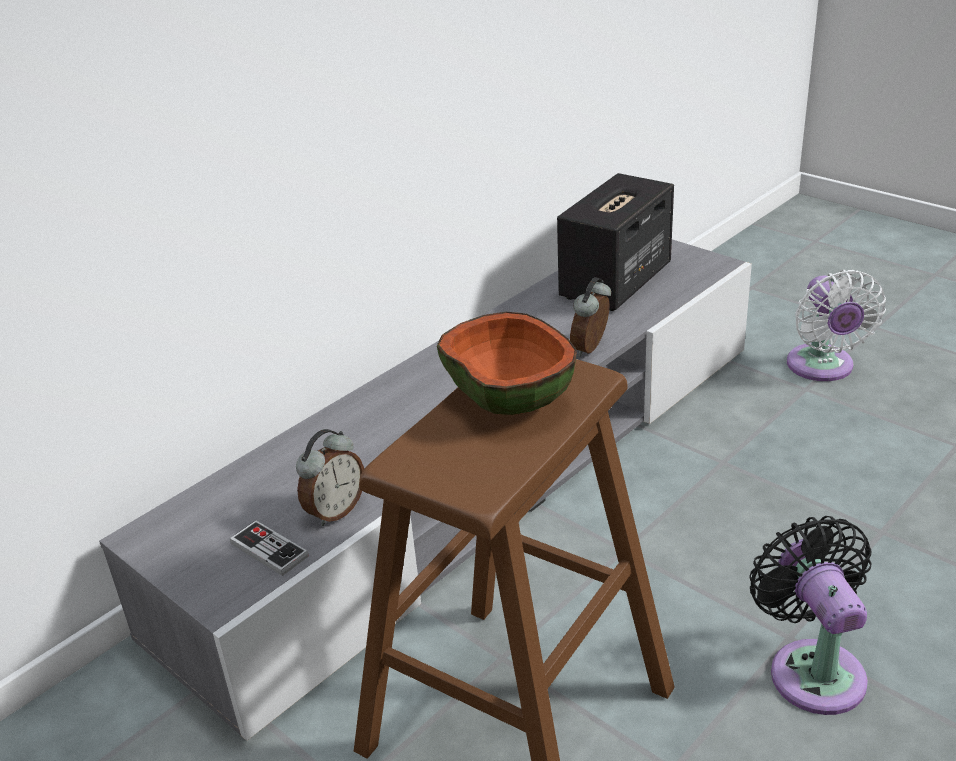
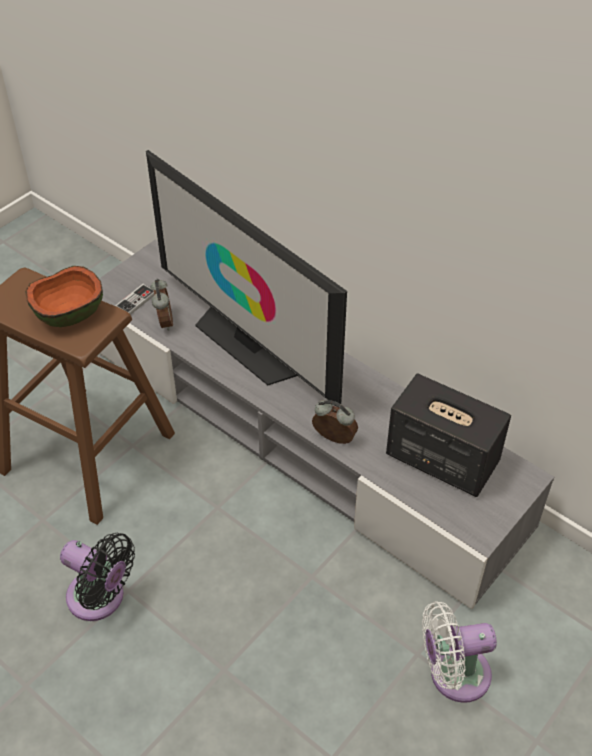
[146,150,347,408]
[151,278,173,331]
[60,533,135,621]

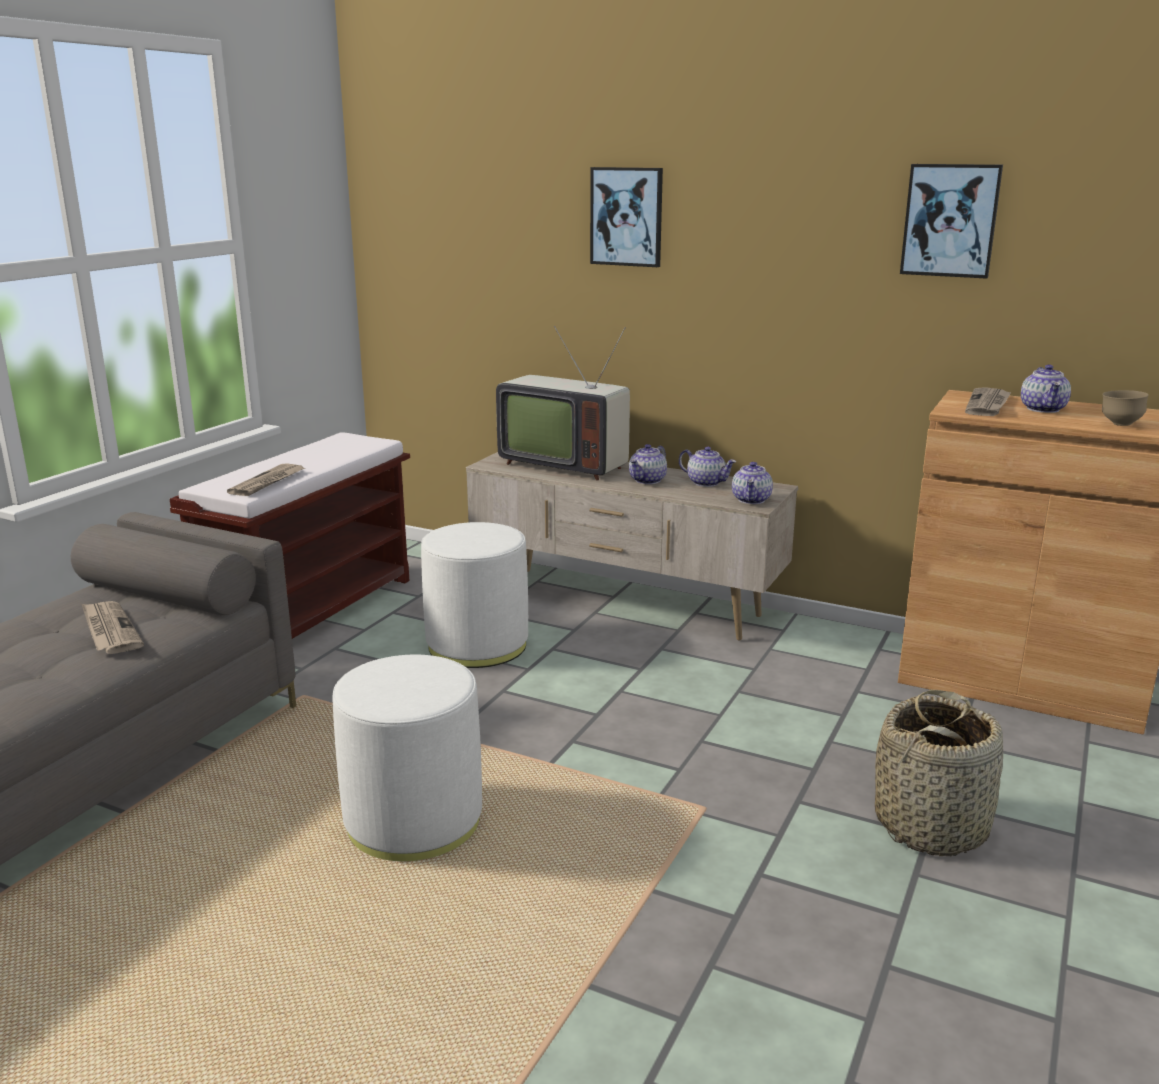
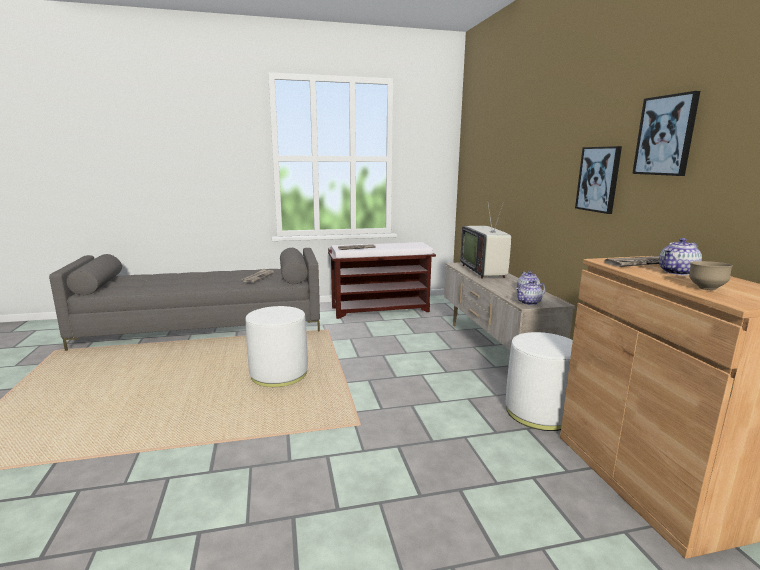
[629,444,667,484] (first image)
[875,690,1003,856] (first image)
[506,332,573,431]
[575,146,622,214]

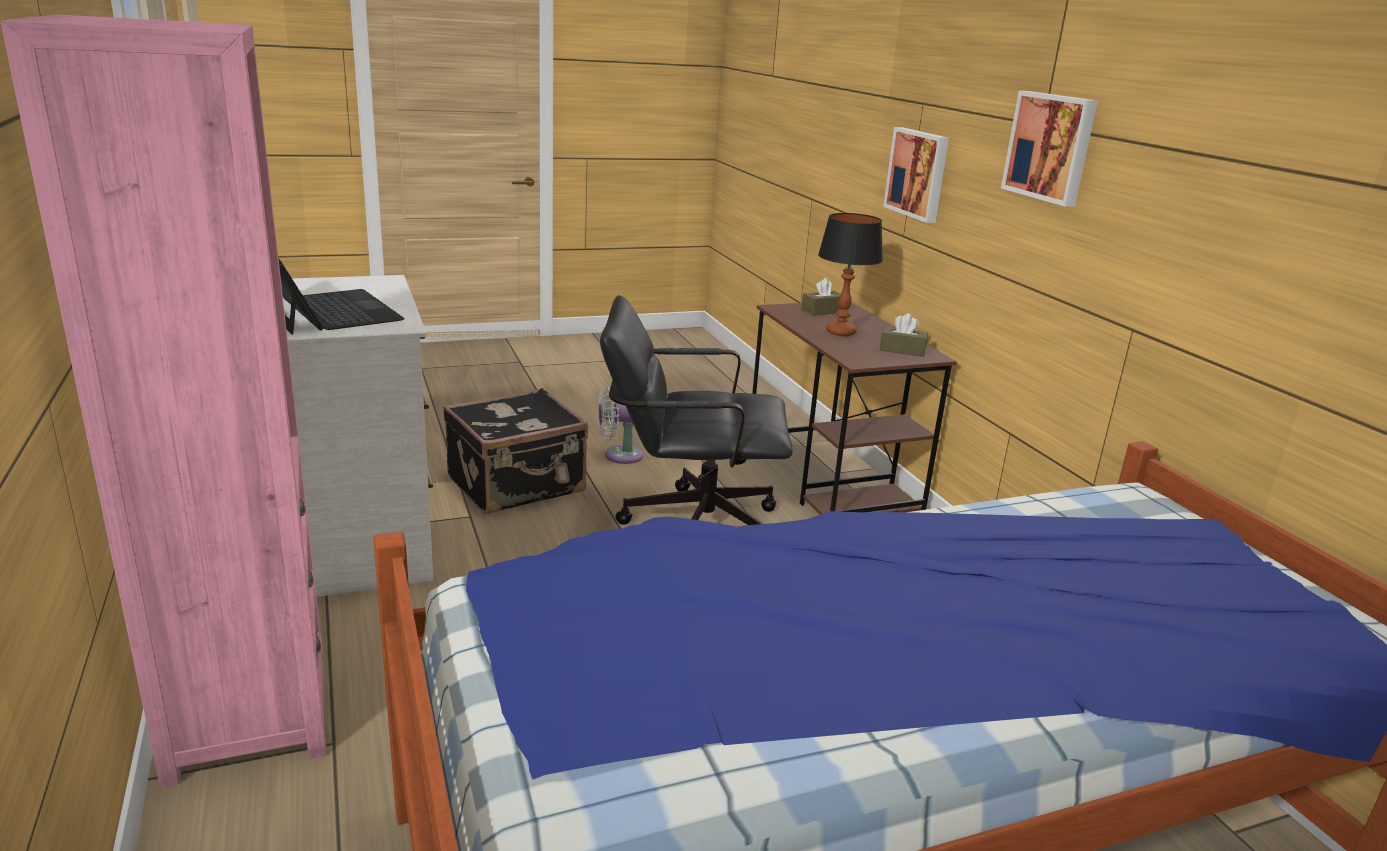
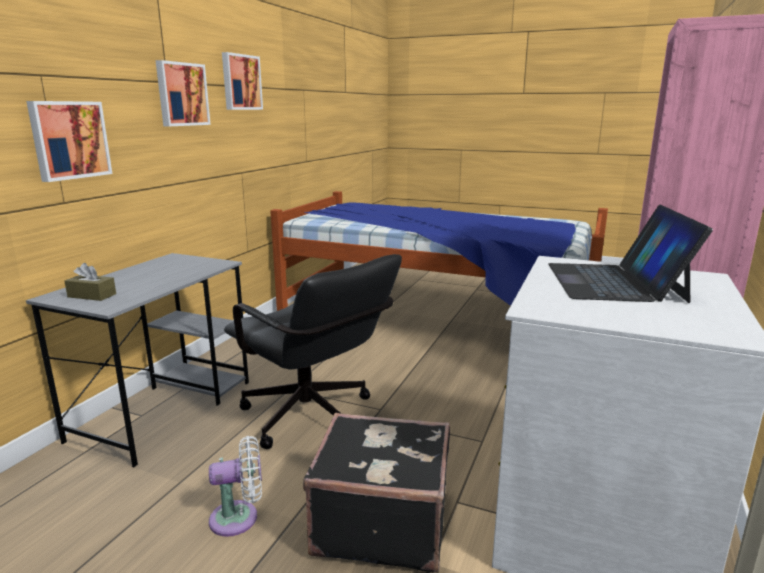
[818,213,883,336] (first image)
[880,314,928,357] (first image)
[222,52,263,110]
[26,253,249,467]
[209,436,262,537]

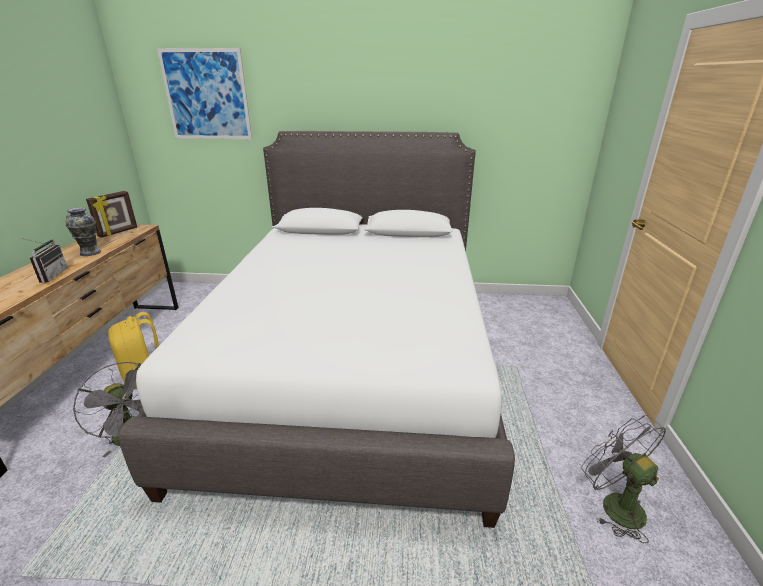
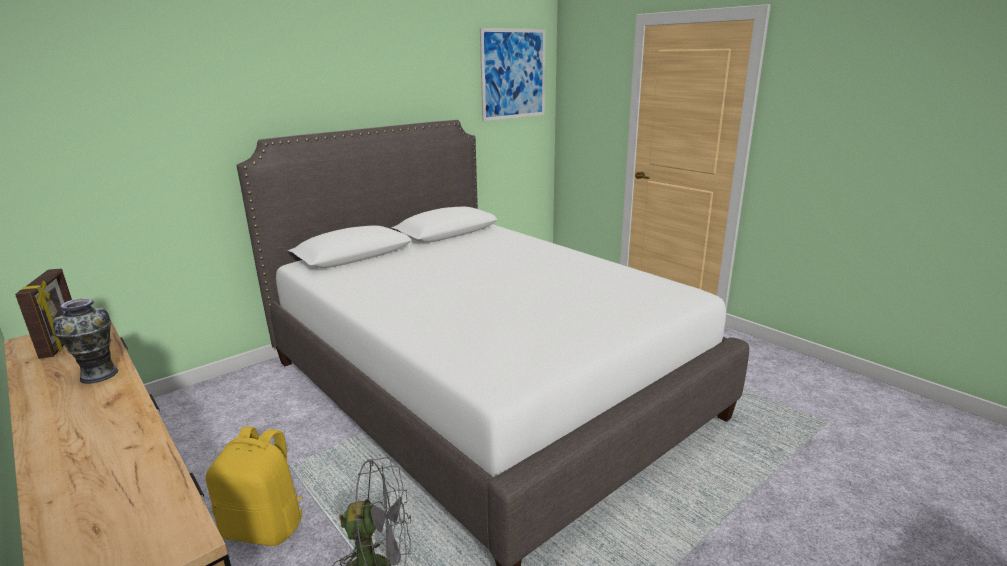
[21,238,68,283] (first image)
[581,415,667,543] (first image)
[480,28,545,121]

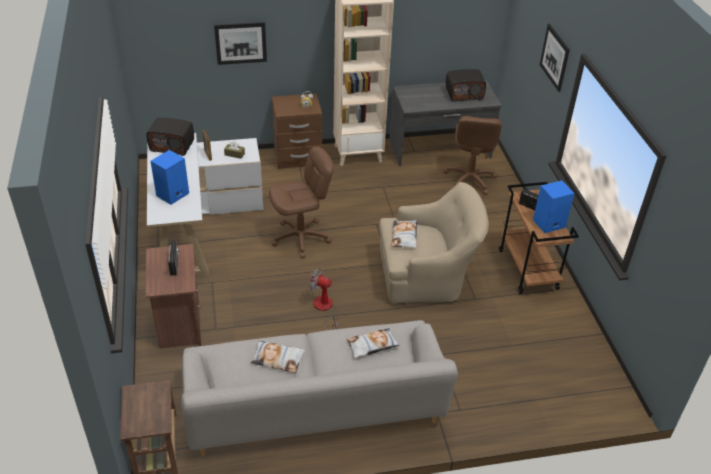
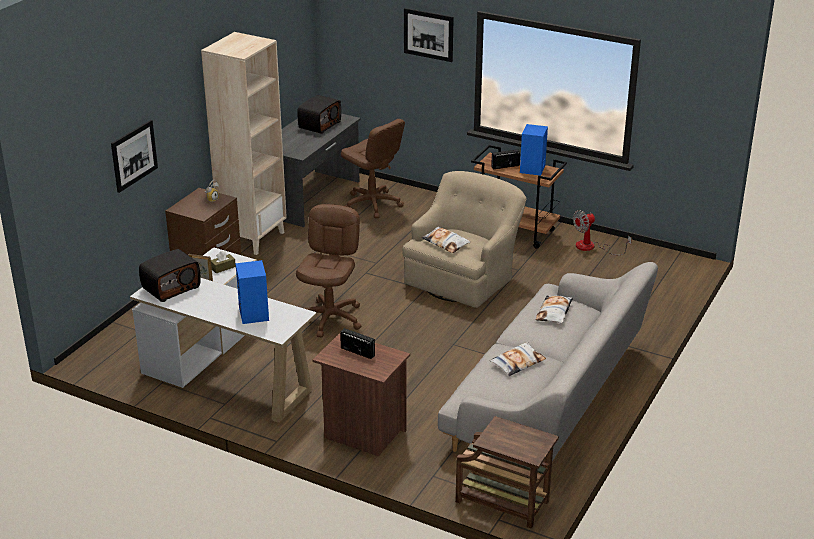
[573,210,632,255]

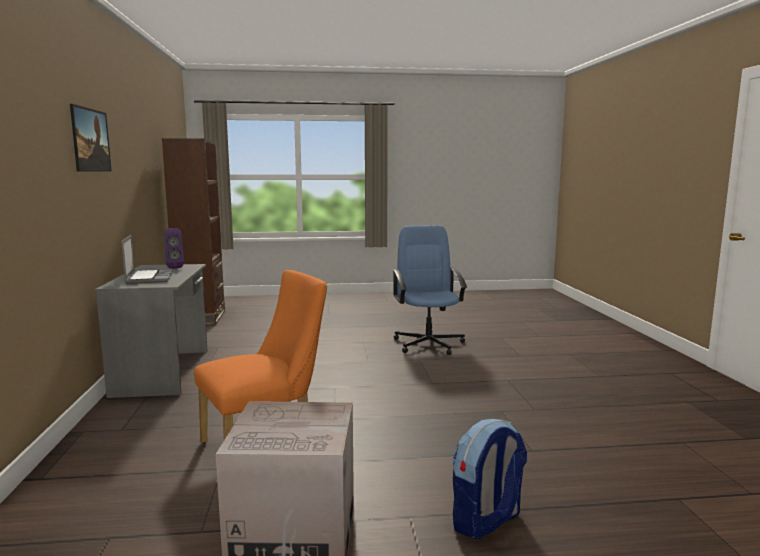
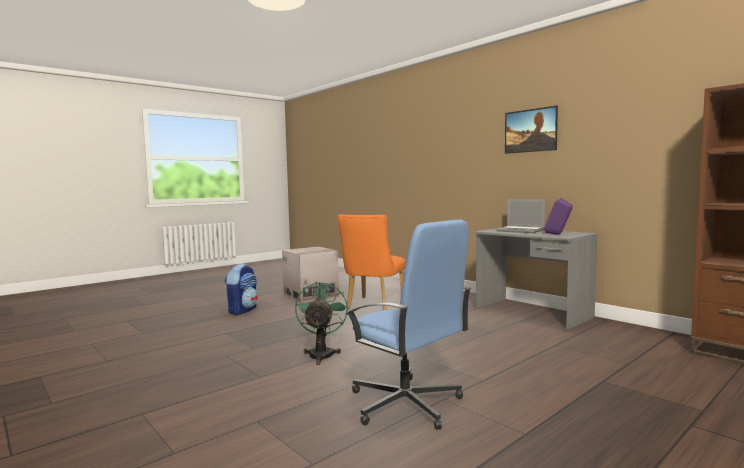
[295,282,348,365]

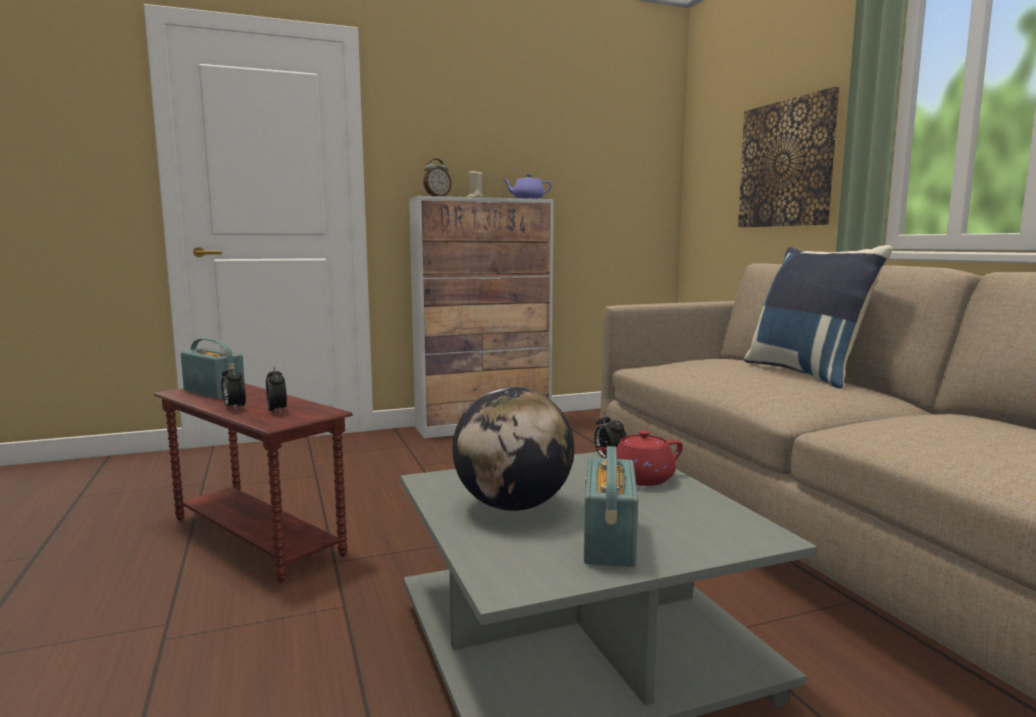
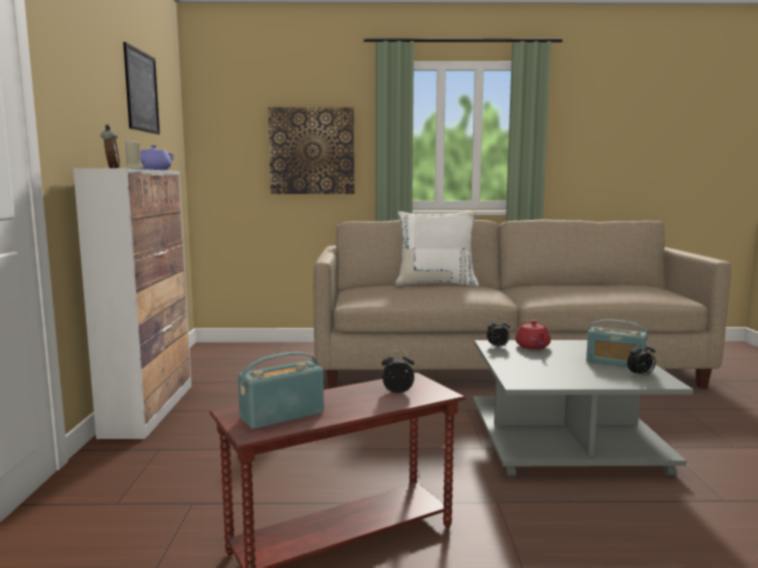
[452,387,574,511] (first image)
[123,42,160,135]
[627,342,656,377]
[395,210,479,286]

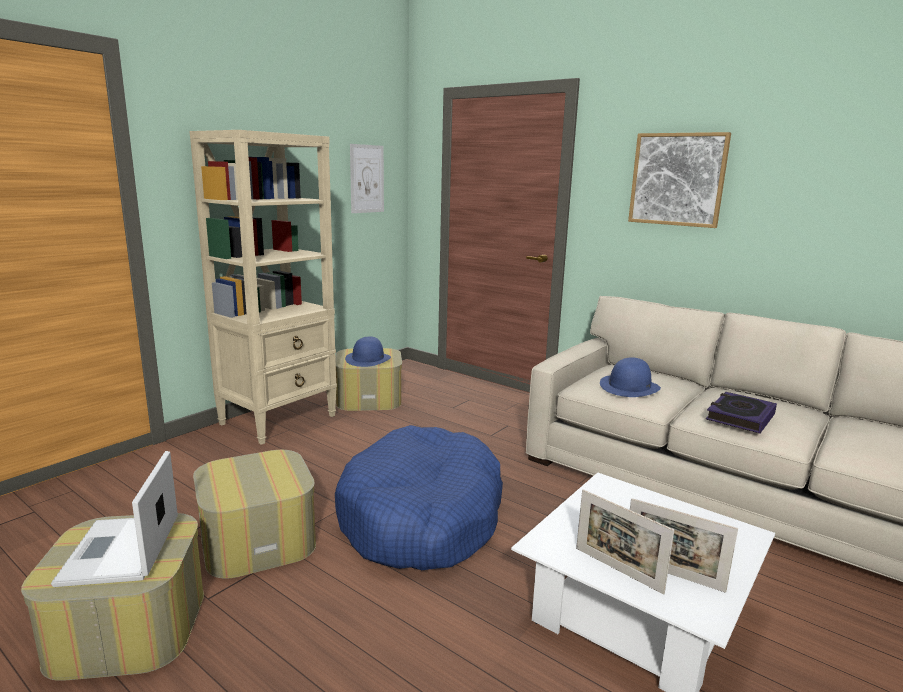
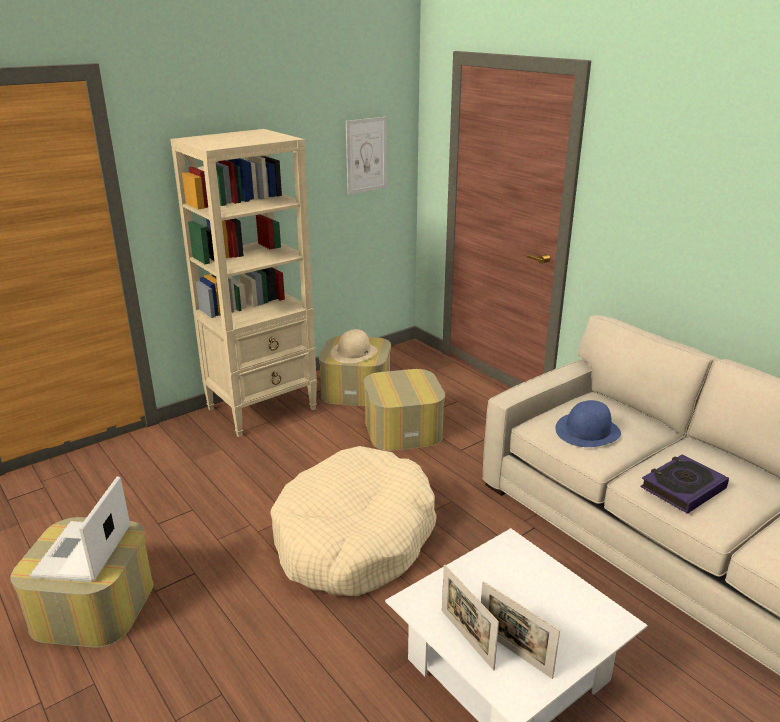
[628,132,731,228] (first image)
[364,369,445,451]
[270,446,437,596]
[331,329,378,363]

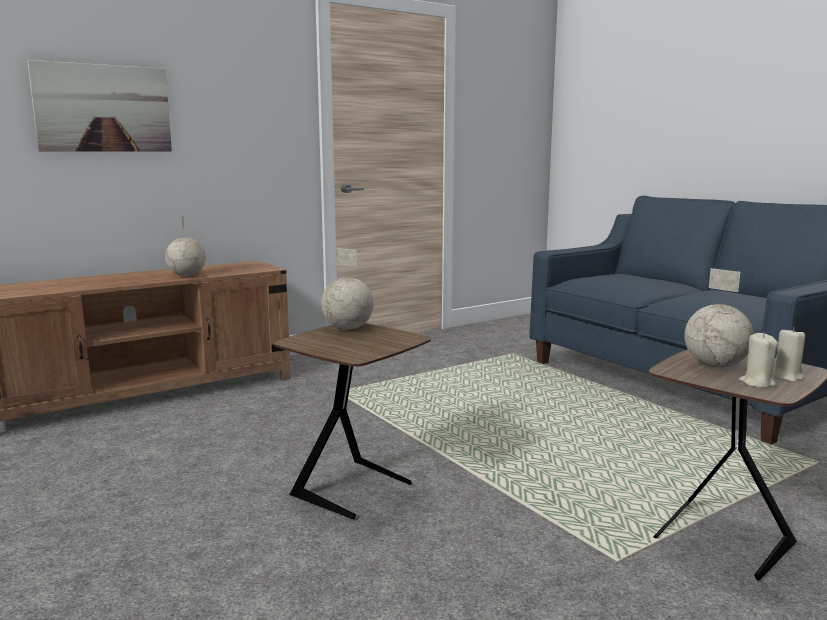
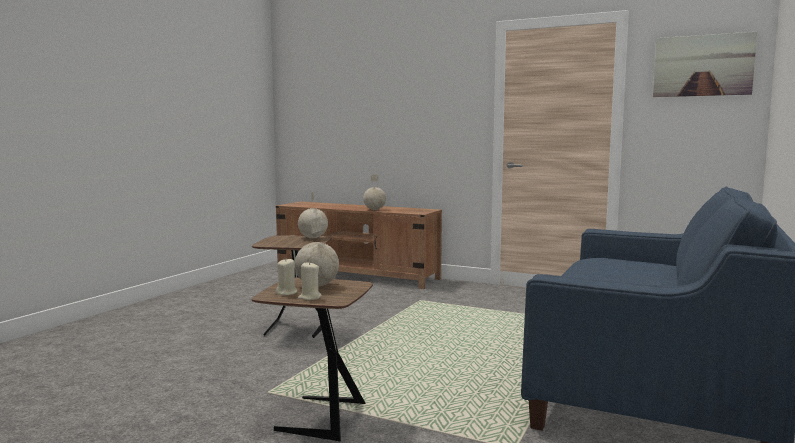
[653,32,757,97]

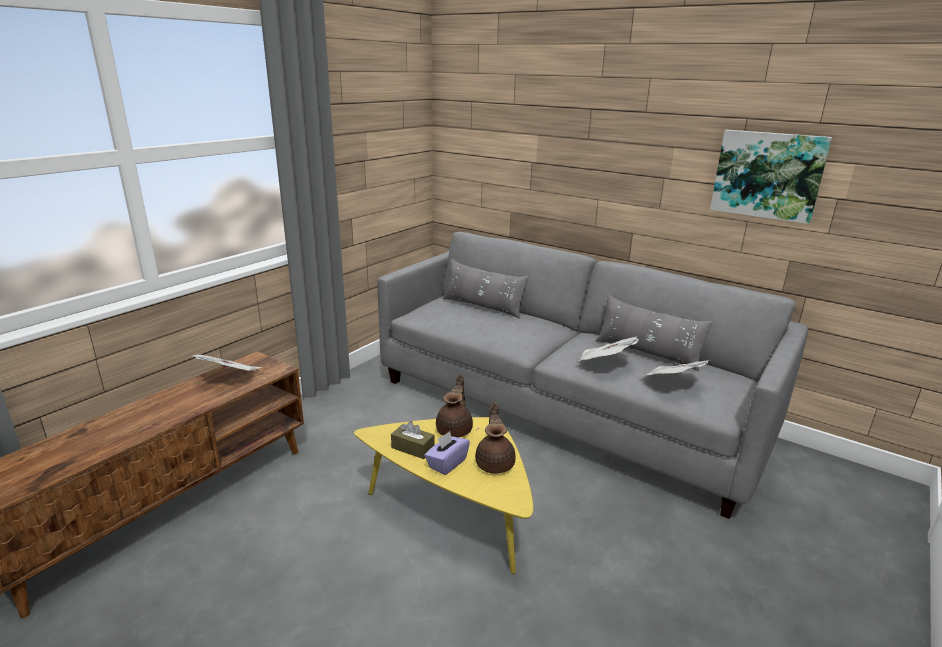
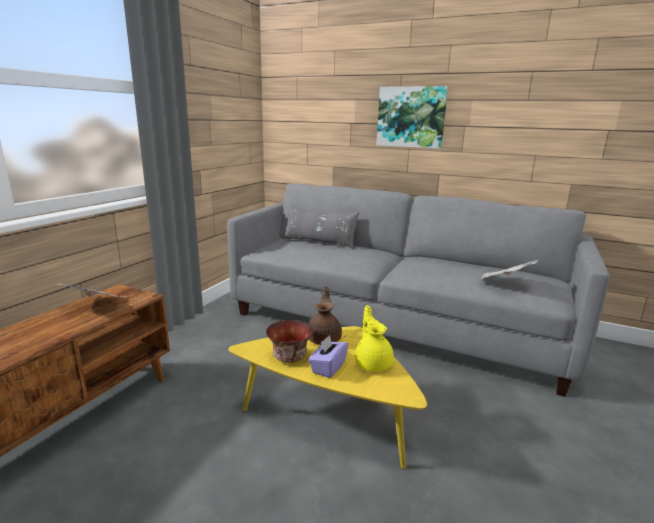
[579,337,639,361] (first image)
[596,294,712,371] (first image)
[377,86,448,149]
[266,320,313,363]
[355,305,394,372]

